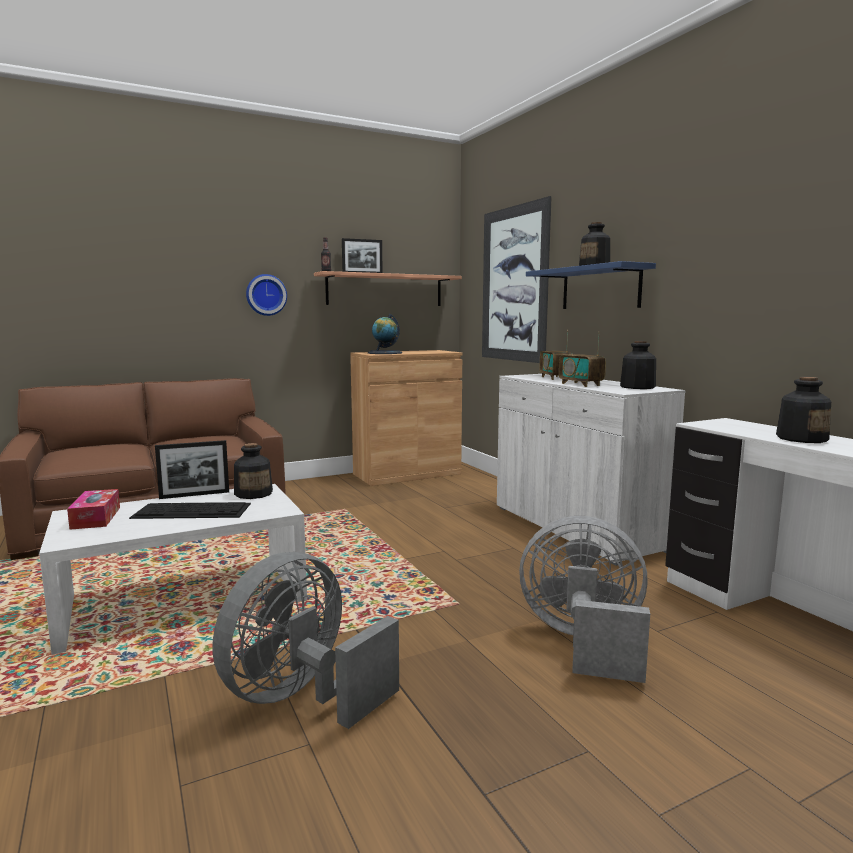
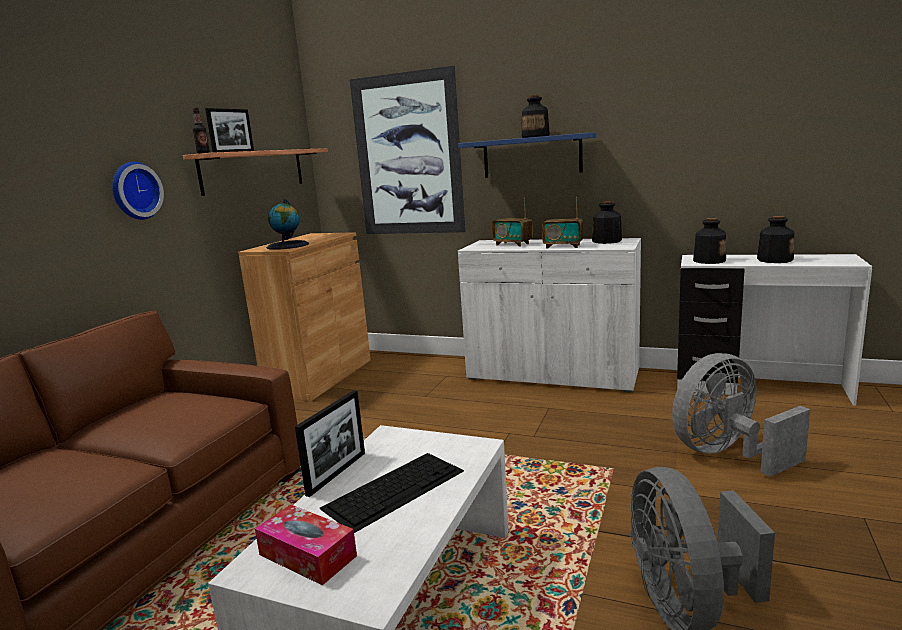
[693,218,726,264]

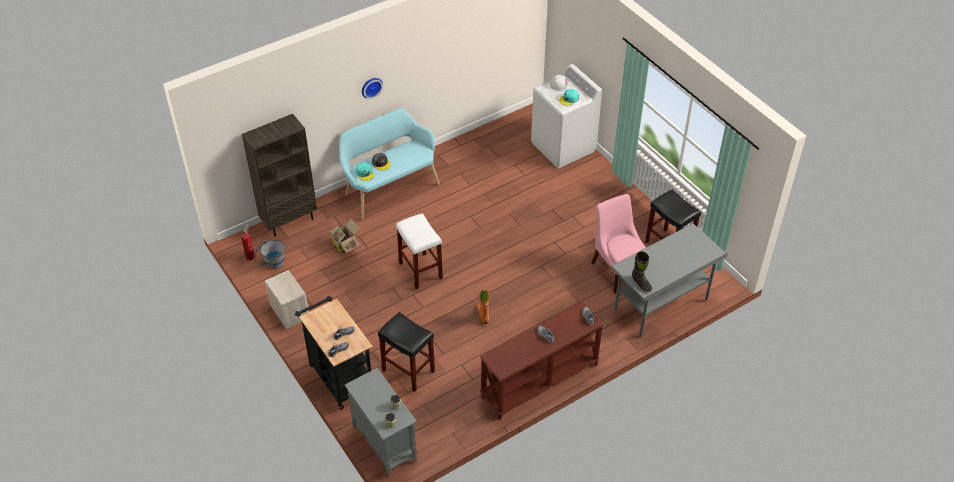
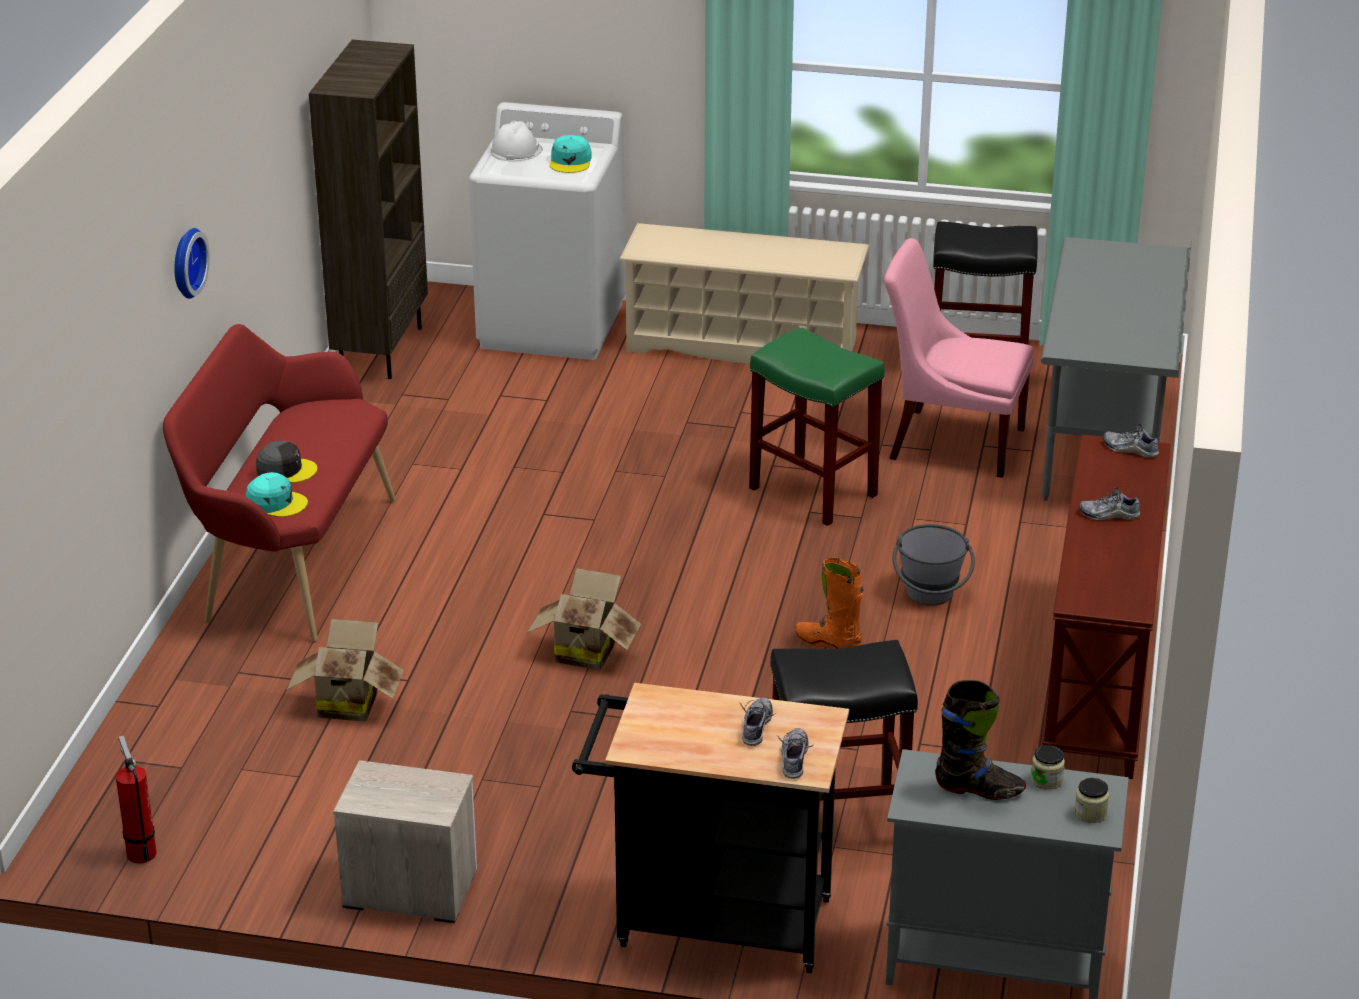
[619,223,869,364]
[749,328,885,526]
[309,40,428,379]
[893,524,975,606]
[935,680,1026,800]
[527,568,641,670]
[163,324,396,642]

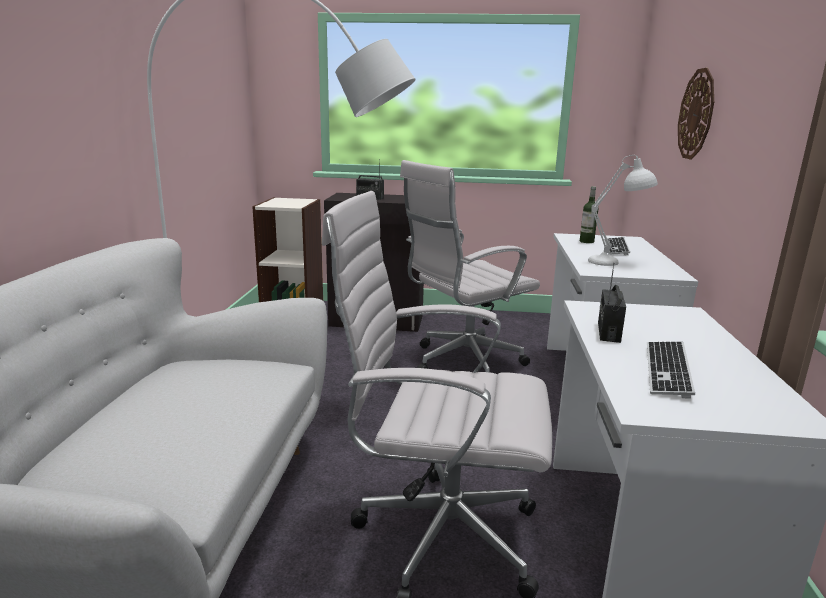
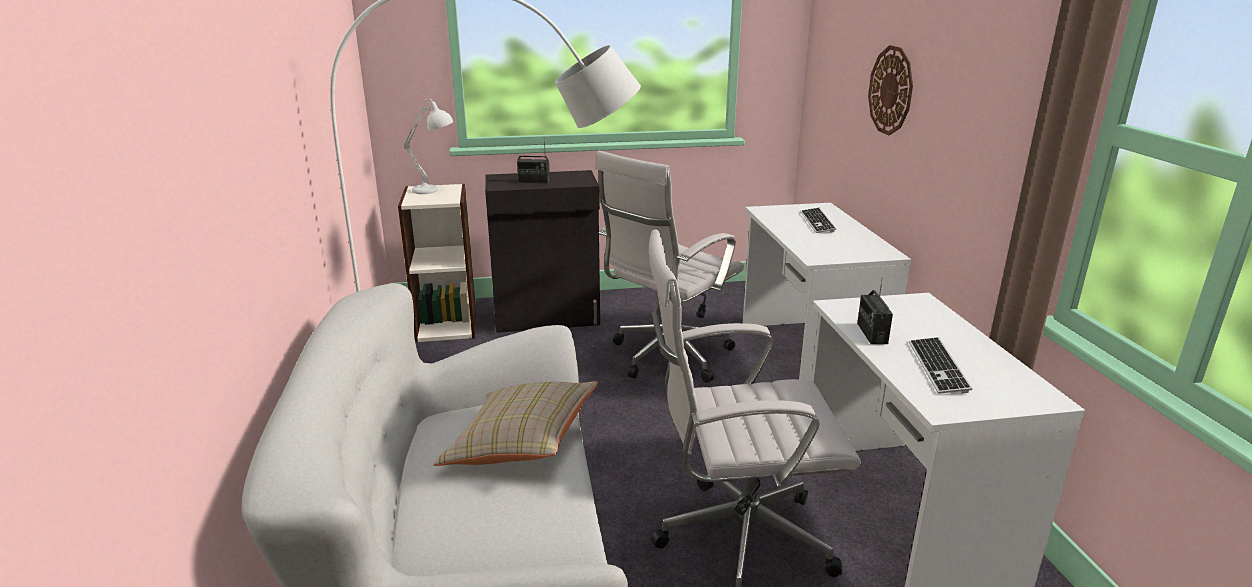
[580,186,598,243] (first image)
[433,381,598,466]
[404,99,453,194]

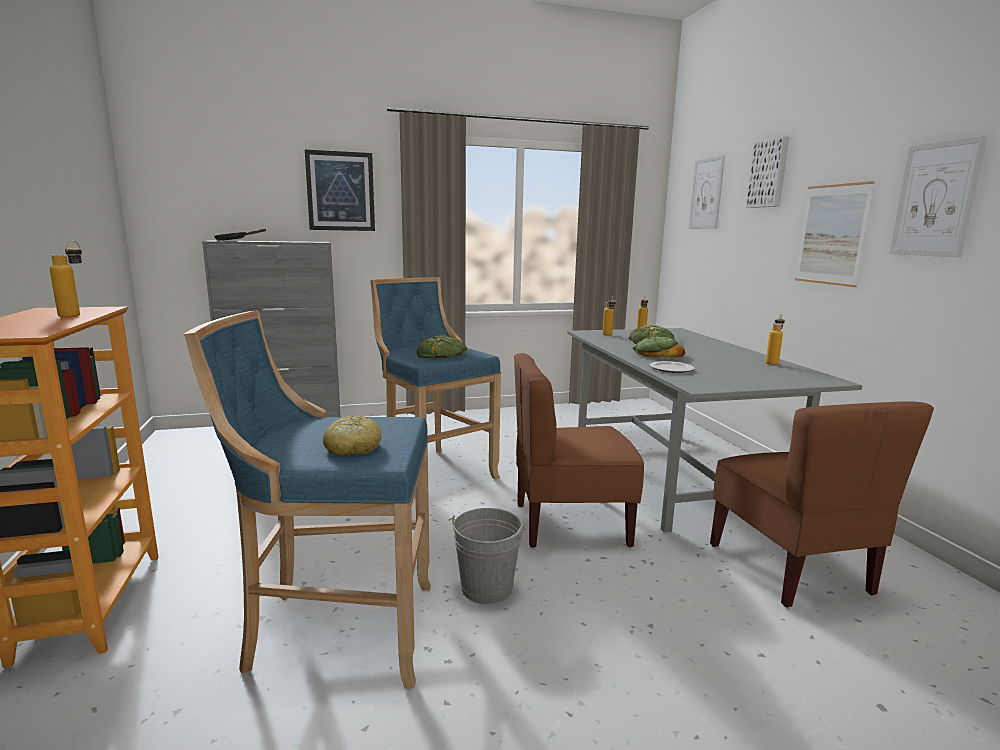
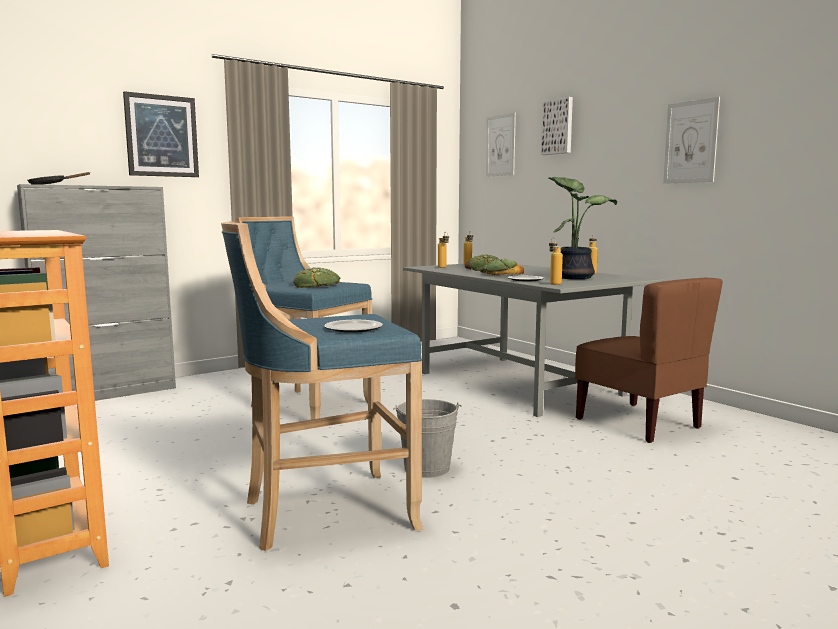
[514,353,644,548] (first image)
[795,181,875,287] (first image)
[548,177,617,279]
[549,238,563,285]
[324,320,383,333]

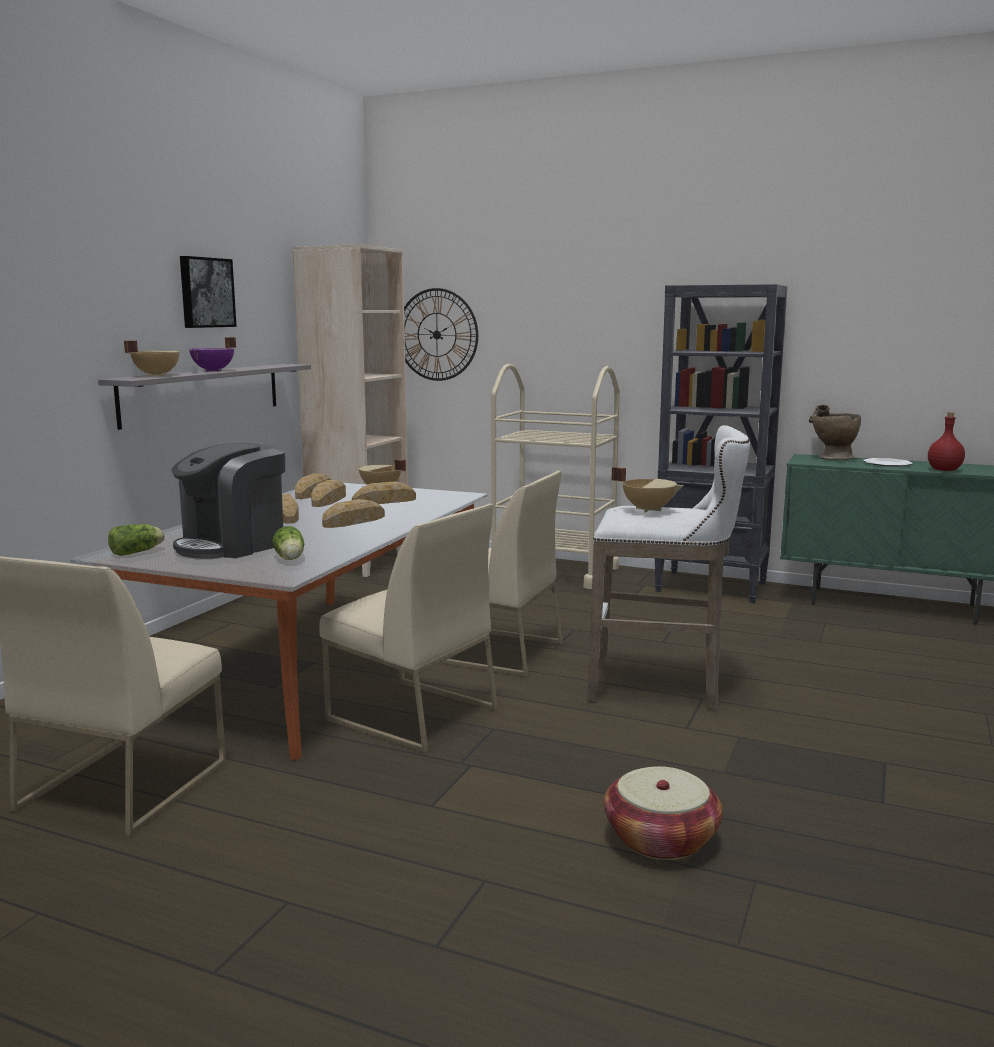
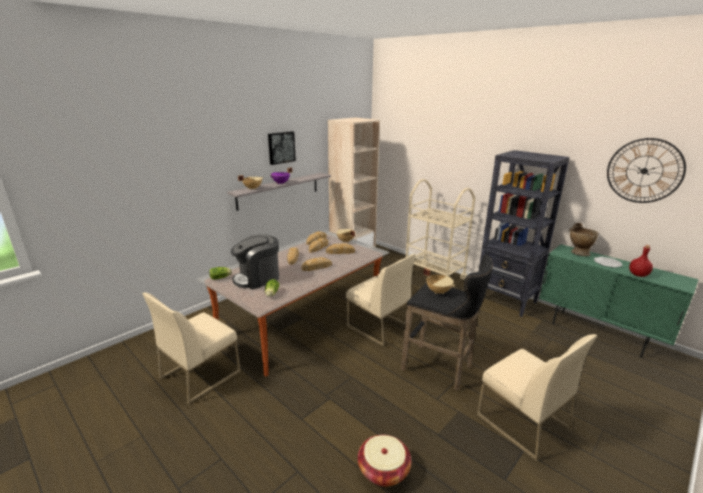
[477,334,597,462]
[607,138,686,203]
[401,254,493,391]

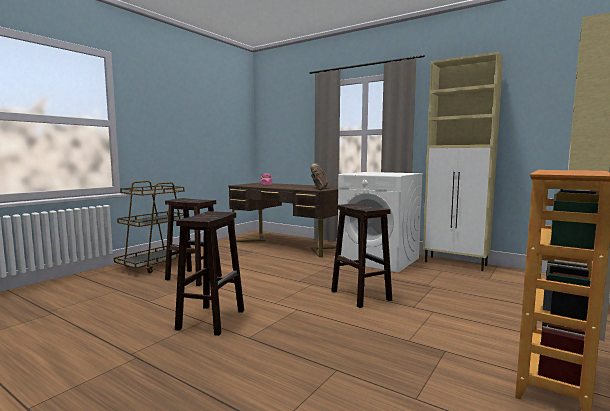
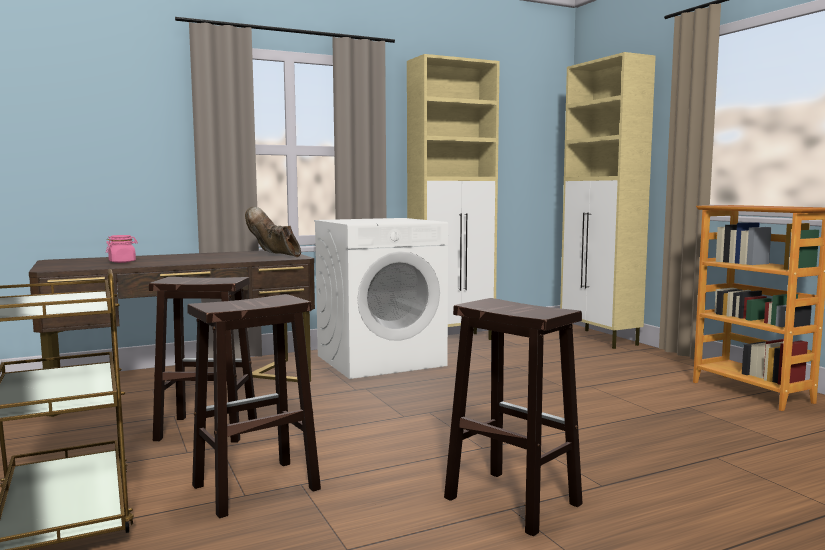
[149,277,257,442]

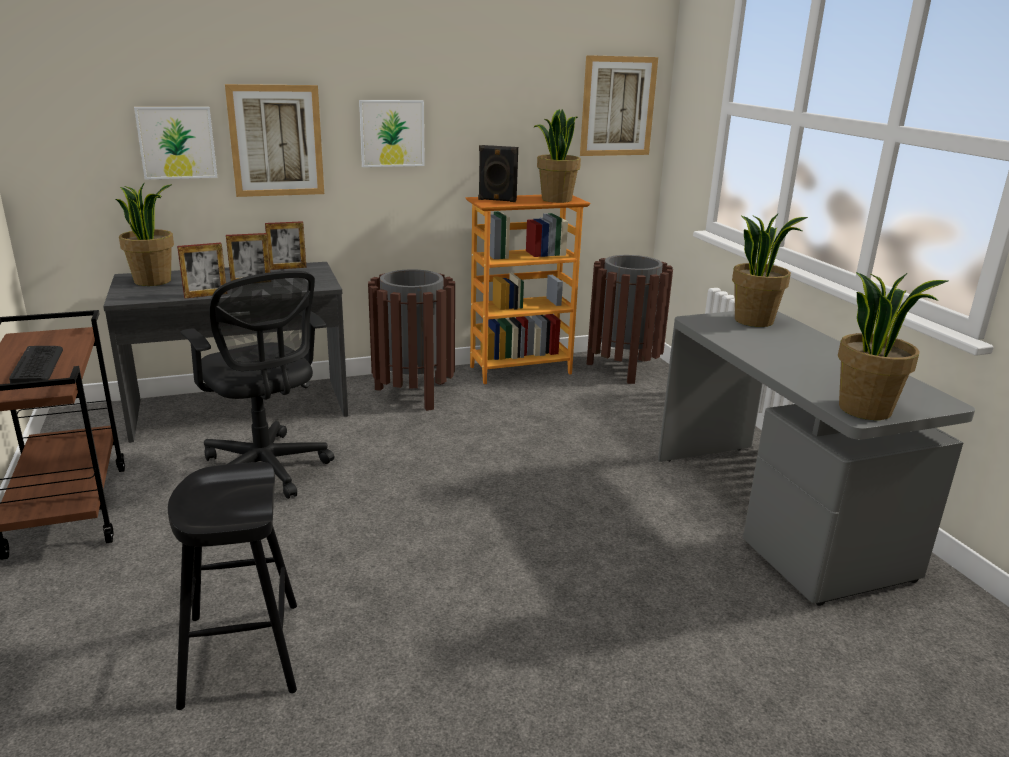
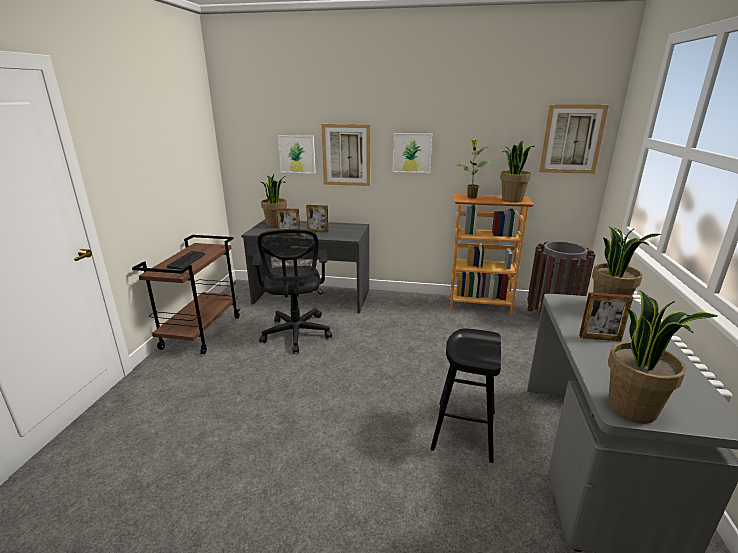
[368,269,455,411] (first image)
[430,328,501,463]
[579,292,633,341]
[456,140,492,198]

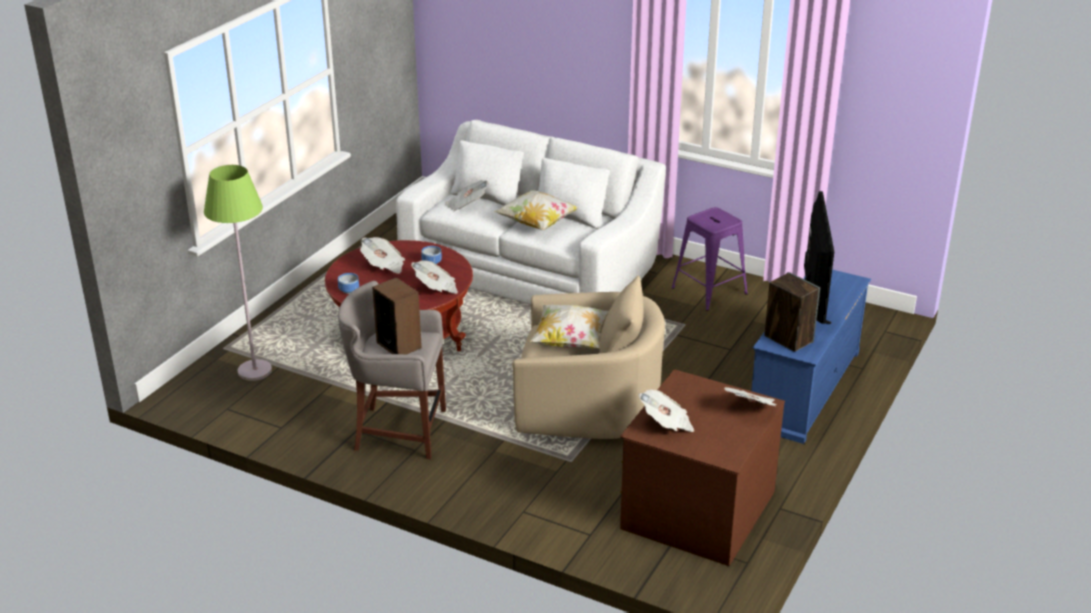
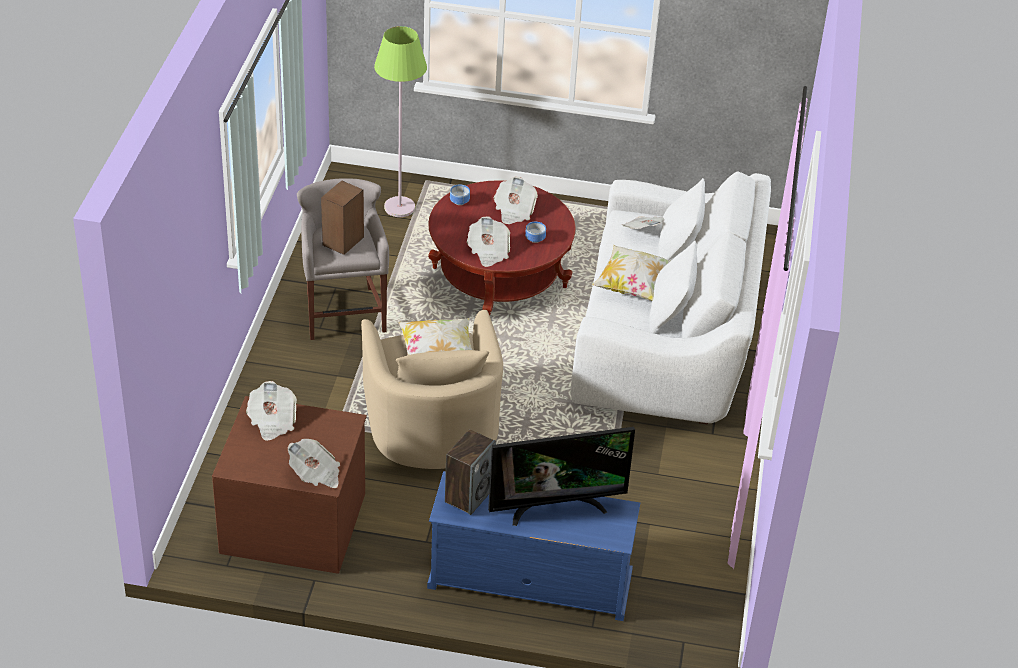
[671,207,748,311] (first image)

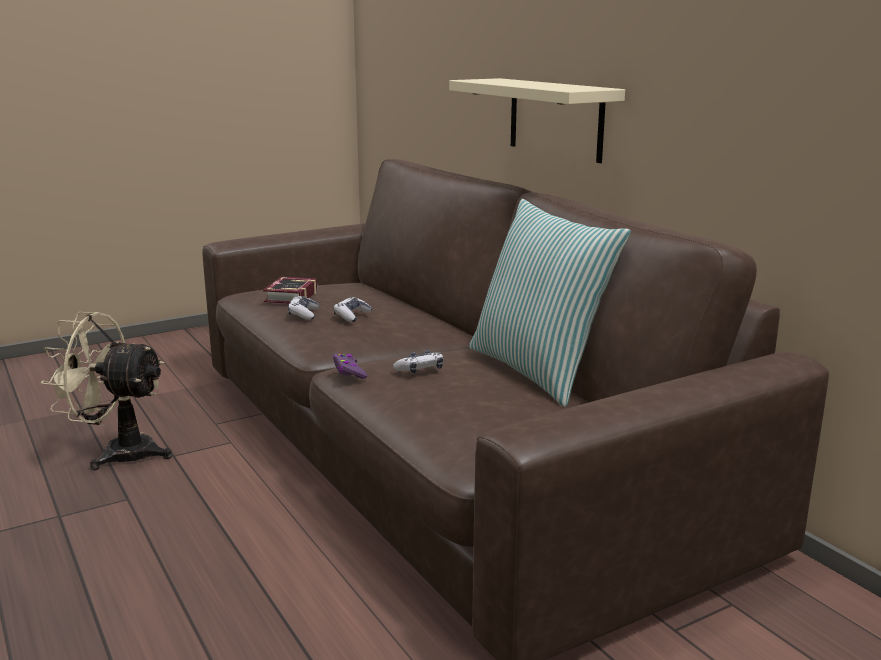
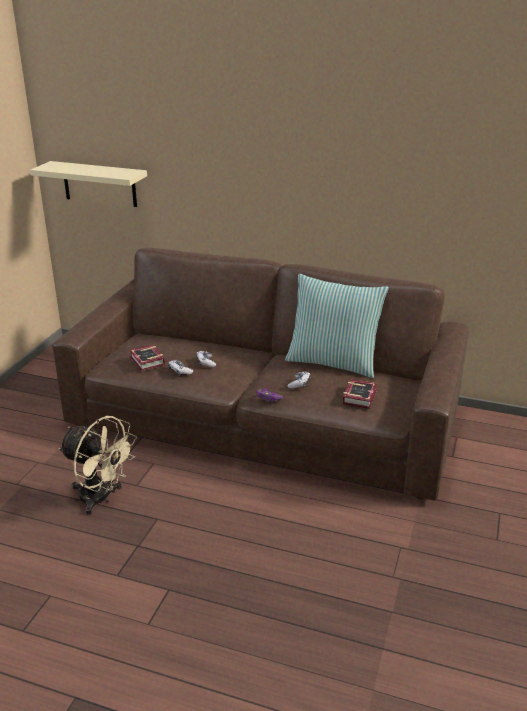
[343,379,377,409]
[30,161,147,207]
[59,416,137,515]

